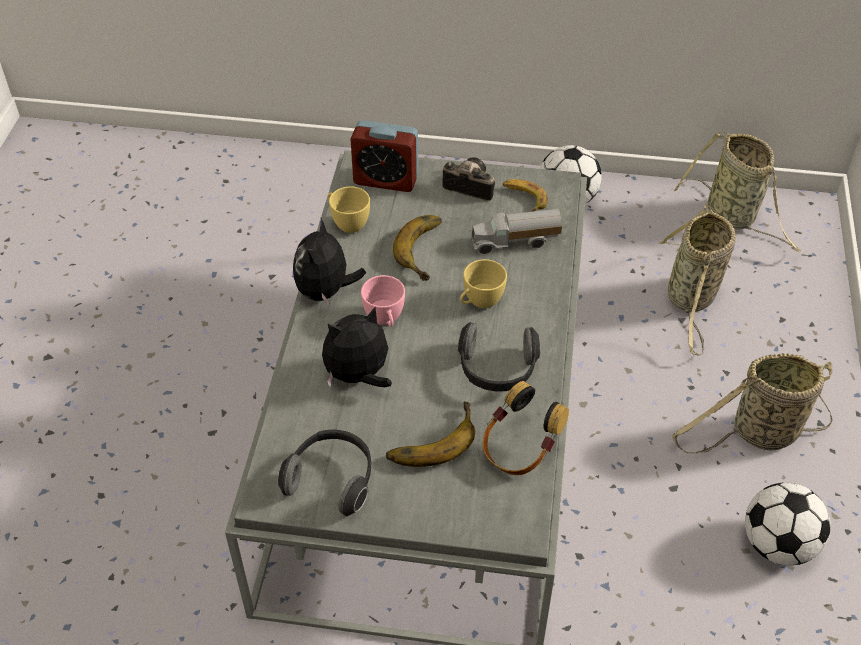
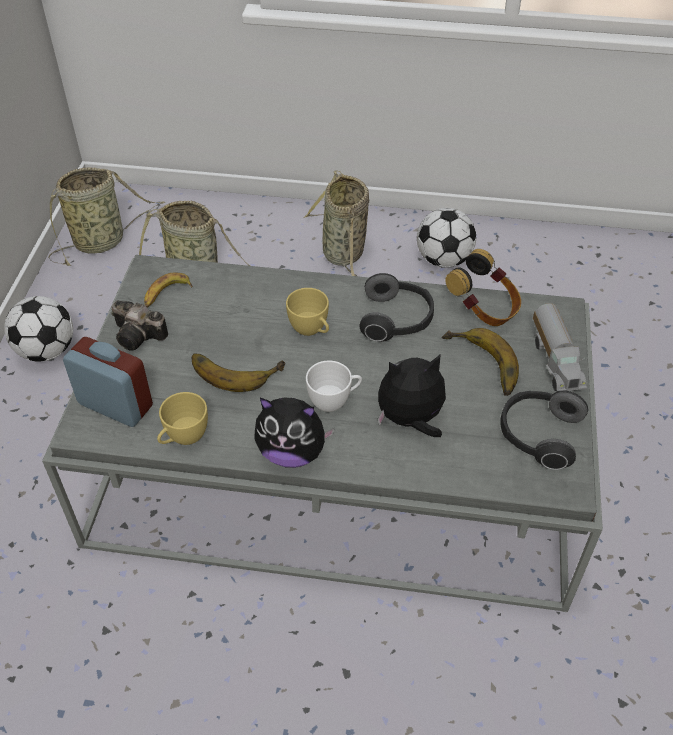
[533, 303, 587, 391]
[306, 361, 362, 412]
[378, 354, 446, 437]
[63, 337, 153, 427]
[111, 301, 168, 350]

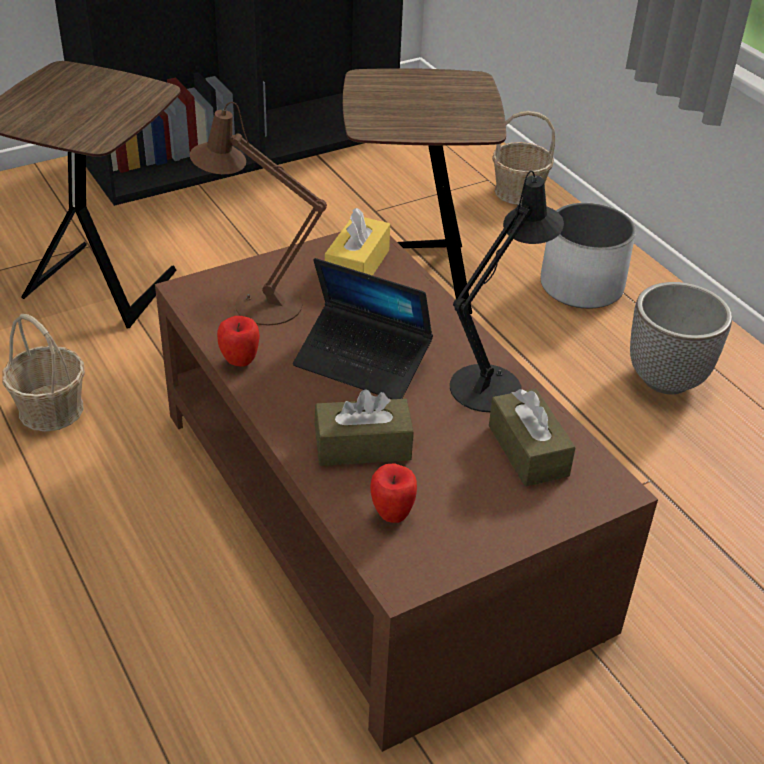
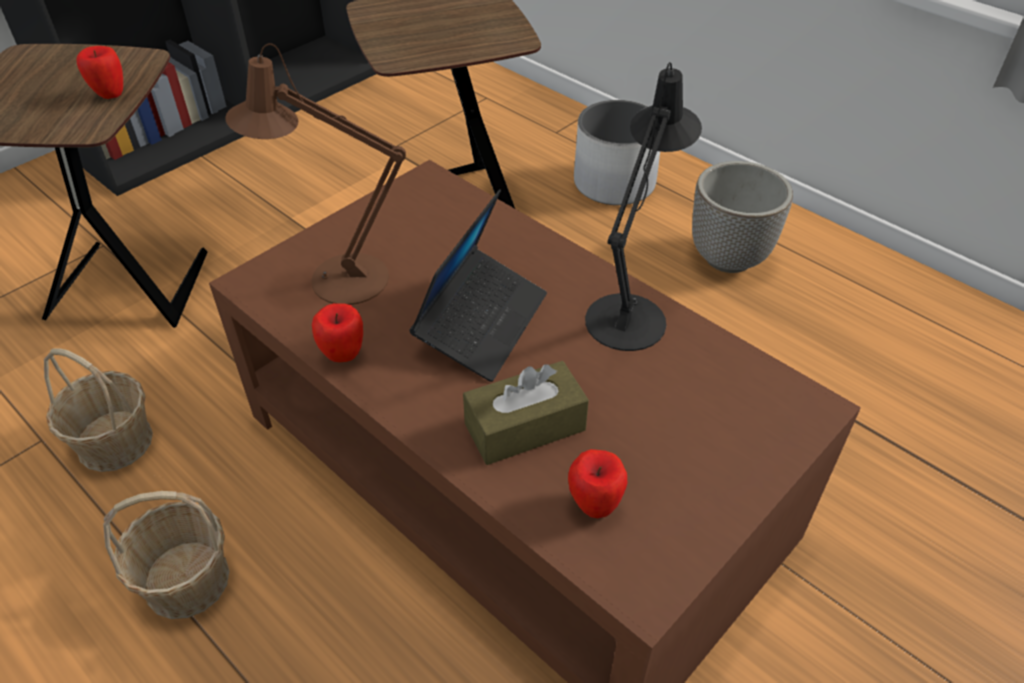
[325, 208, 390, 276] (first image)
[489, 388, 576, 486] (first image)
[77, 46, 123, 99]
[103, 491, 229, 619]
[409, 189, 547, 382]

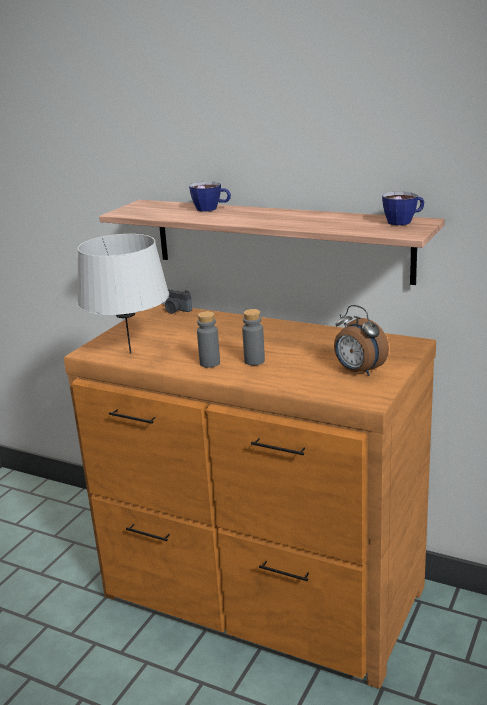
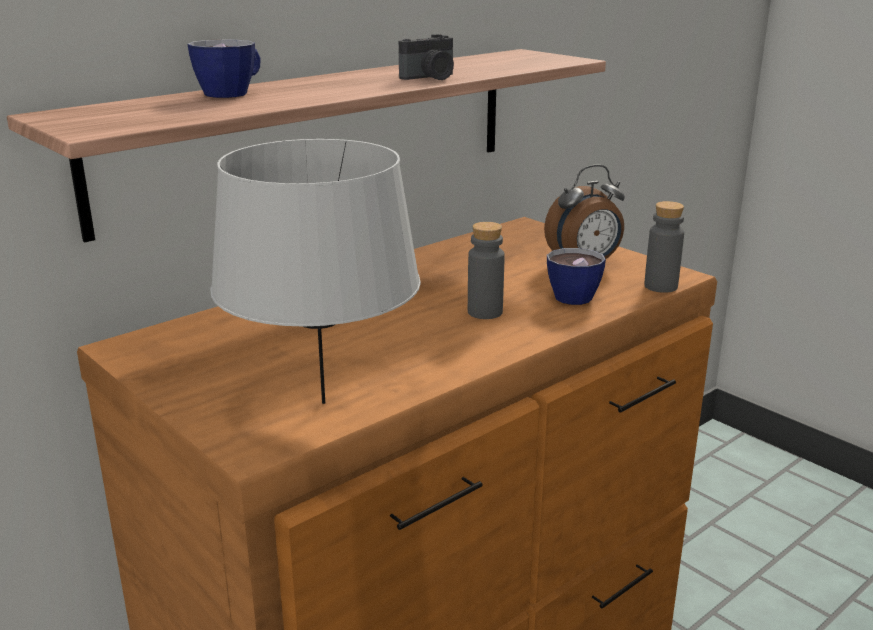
[399, 34, 454, 80]
[644, 201, 684, 293]
[547, 248, 606, 305]

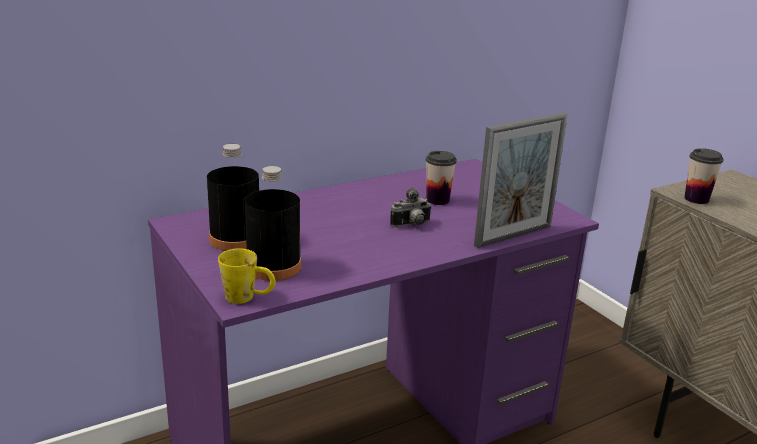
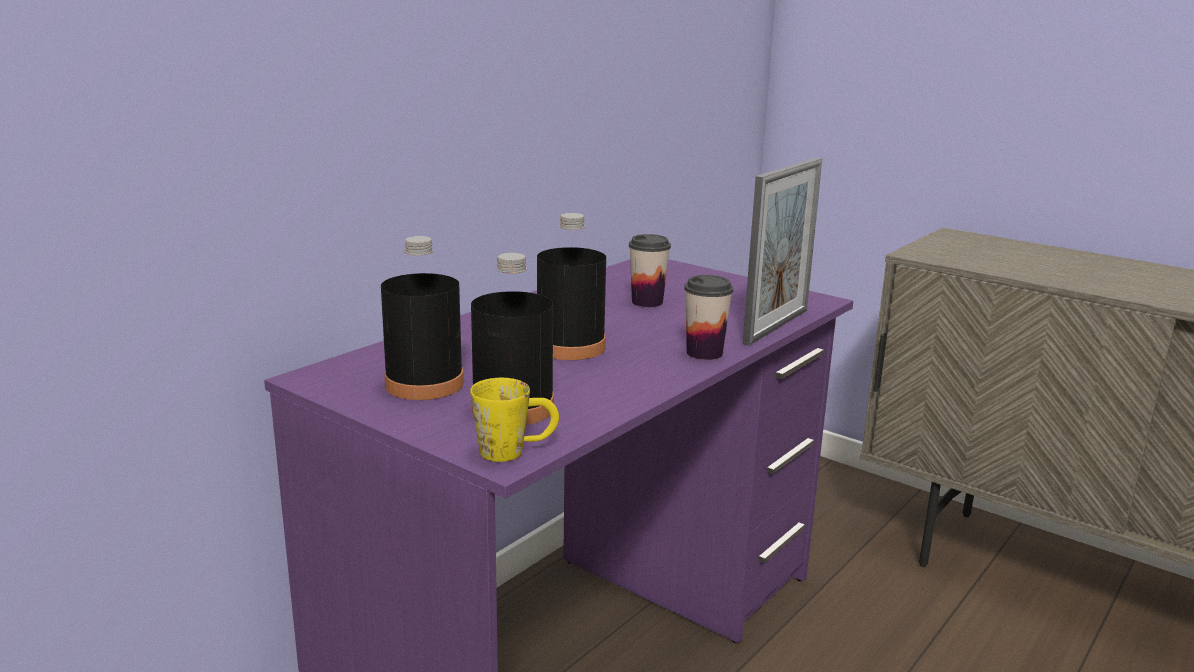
[390, 187, 432, 227] (first image)
[537, 213, 606, 360]
[684, 275, 733, 360]

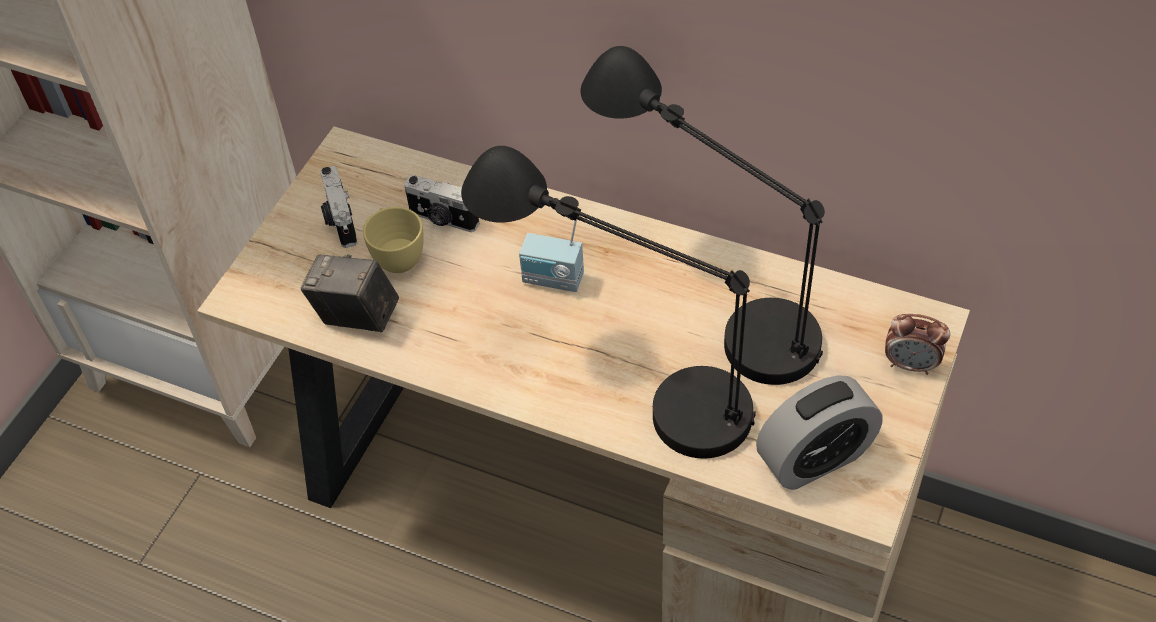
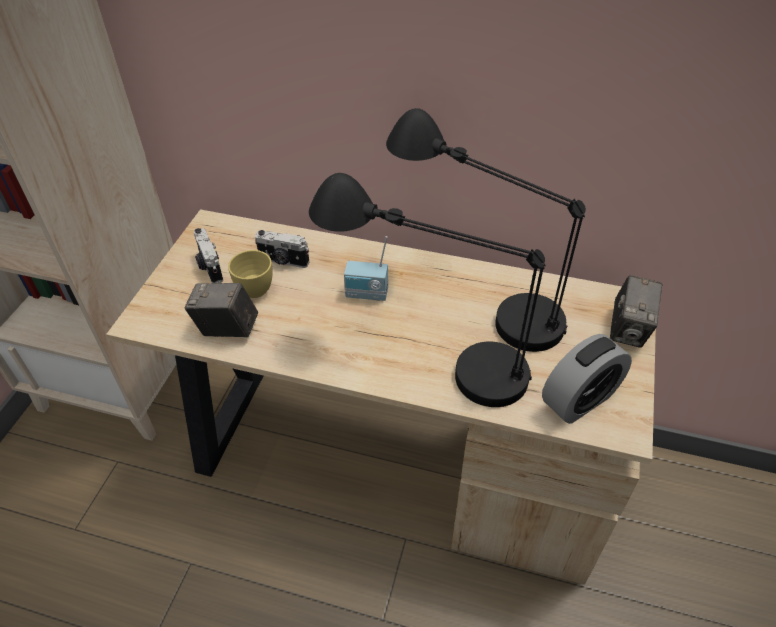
[610, 275, 663, 348]

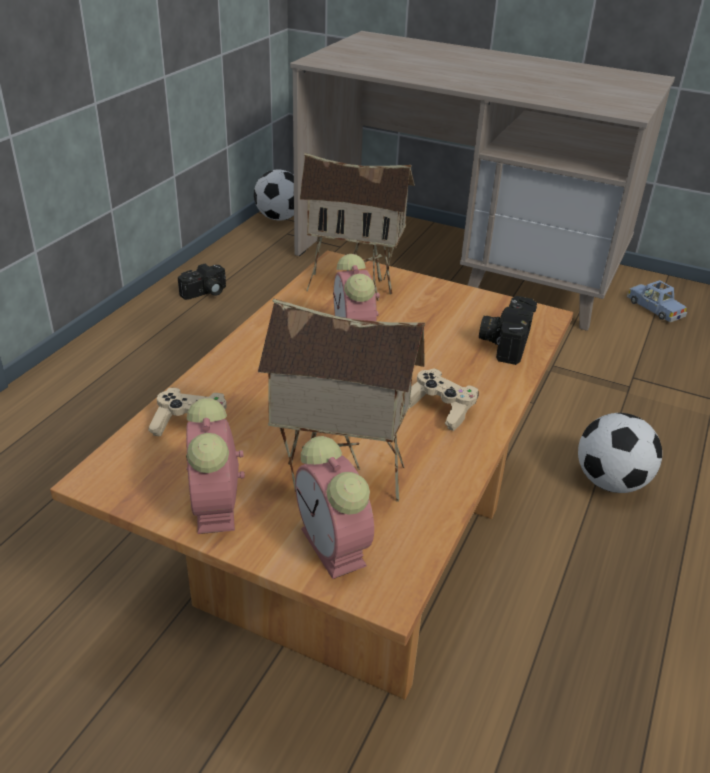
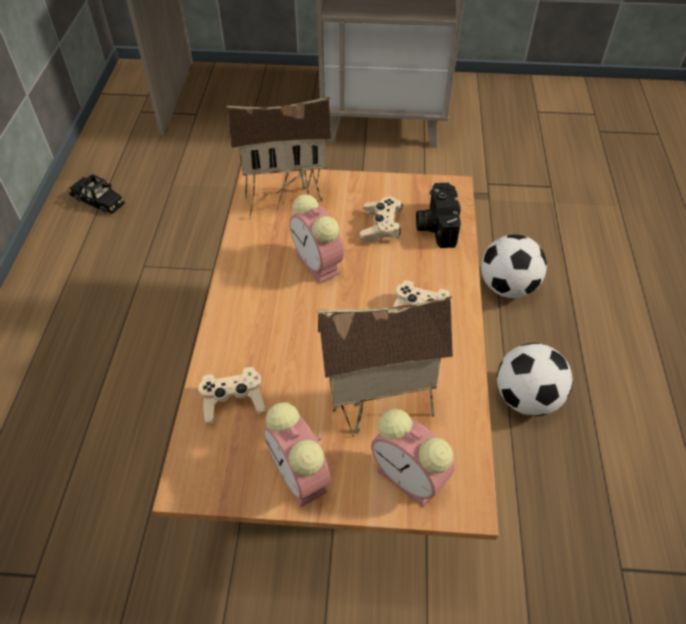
[627, 280, 687, 322] (first image)
[360, 196, 403, 243]
[497, 343, 573, 416]
[69, 174, 125, 214]

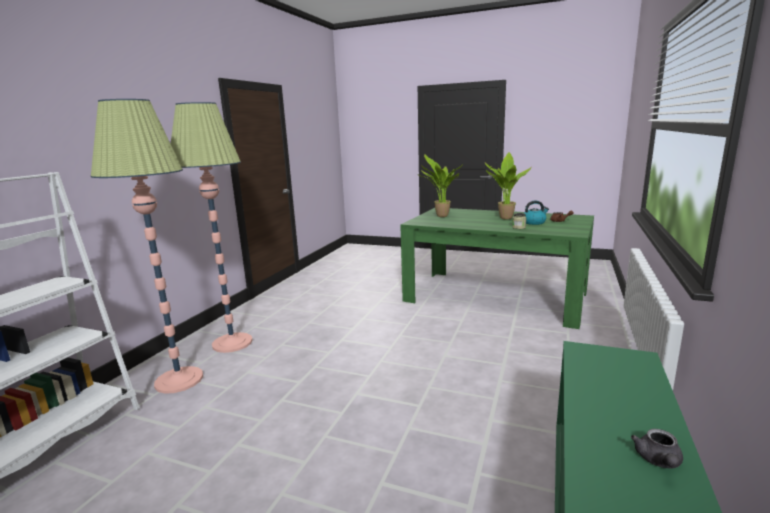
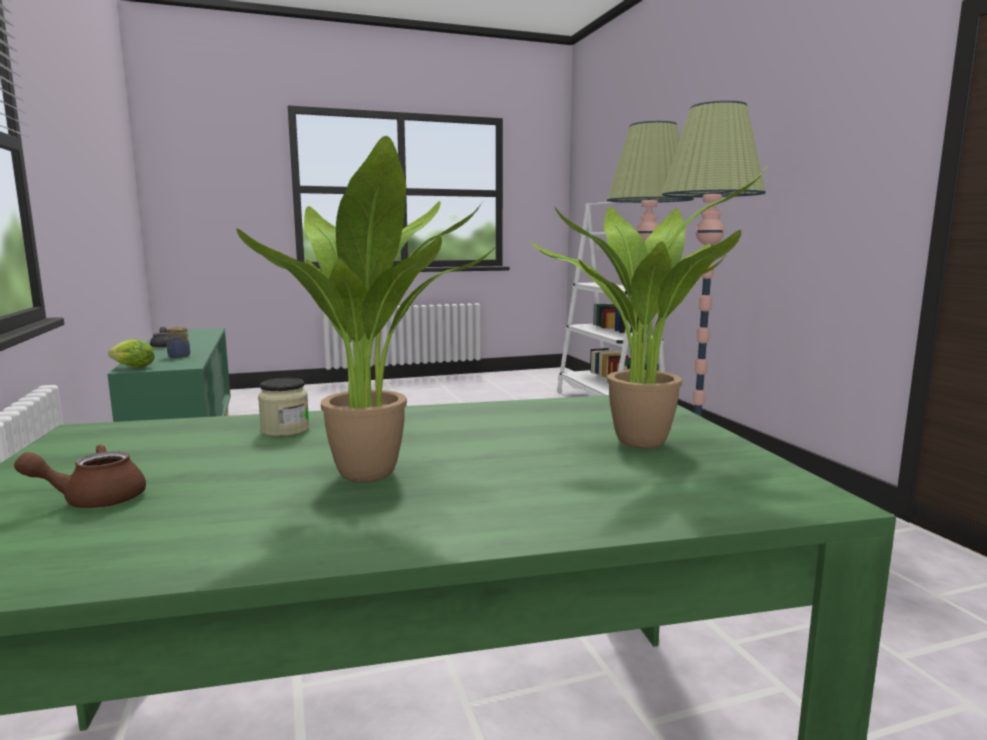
[524, 201, 549, 225] (first image)
[108, 340, 155, 368]
[166, 327, 190, 358]

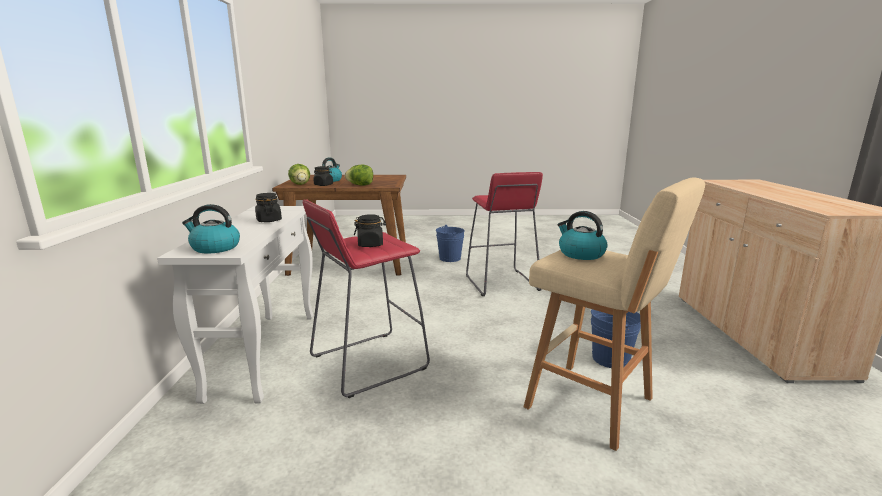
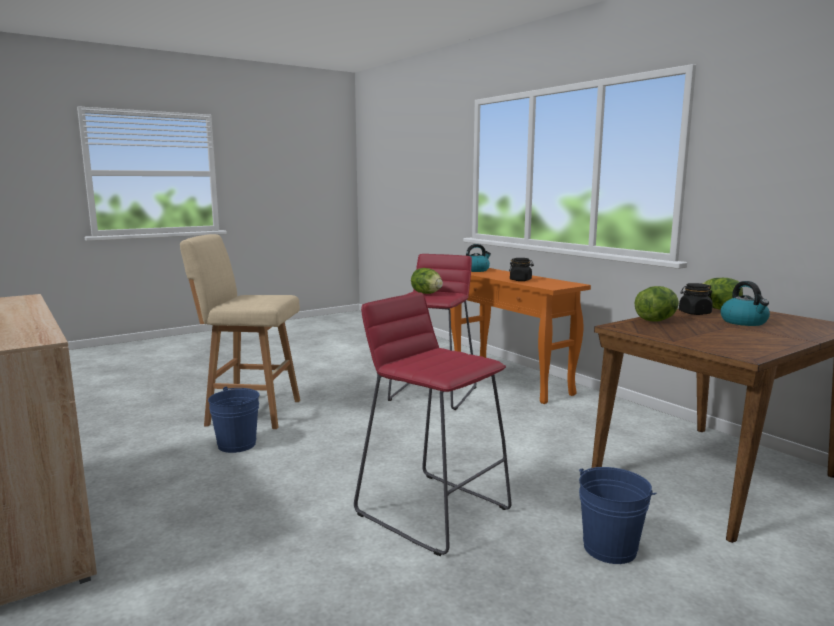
[557, 211, 608, 260] (first image)
[411, 268, 443, 294]
[450, 268, 591, 404]

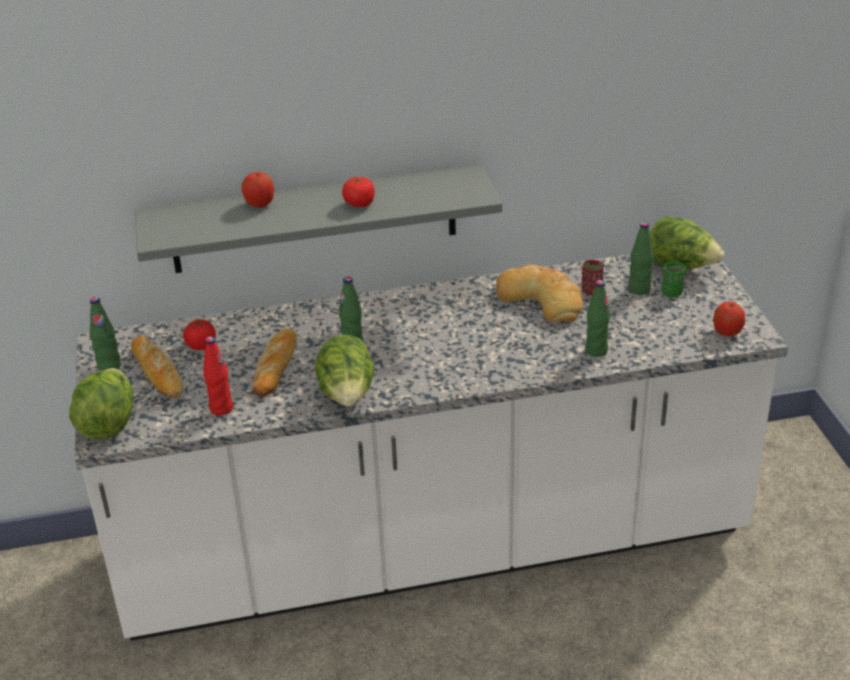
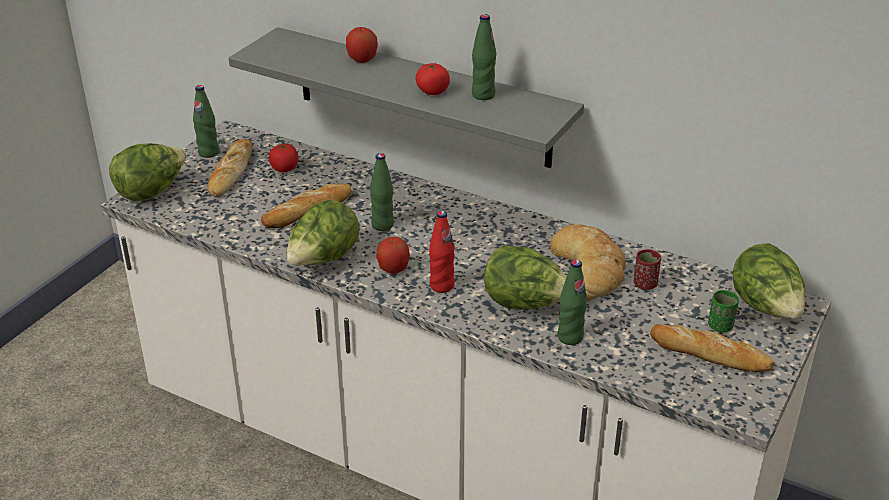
[484, 245, 567, 309]
[650, 324, 775, 372]
[429, 211, 455, 293]
[472, 14, 496, 100]
[376, 237, 410, 274]

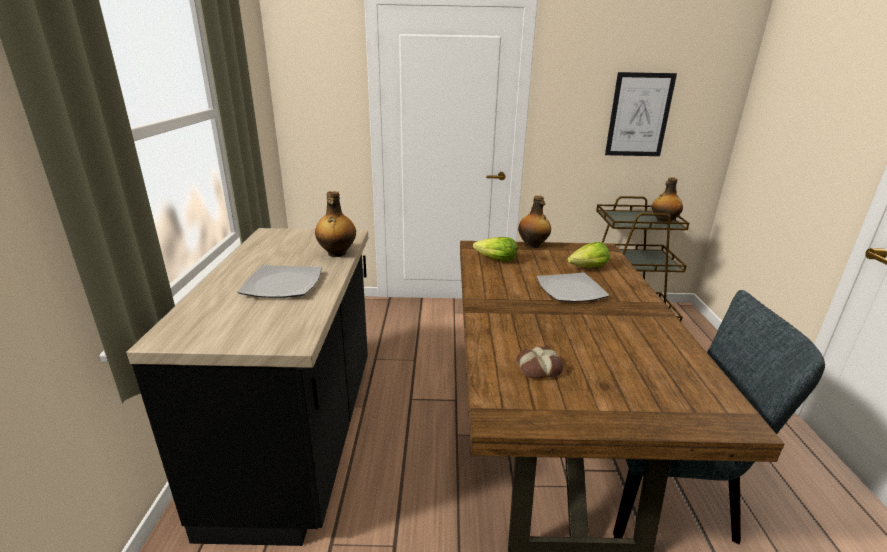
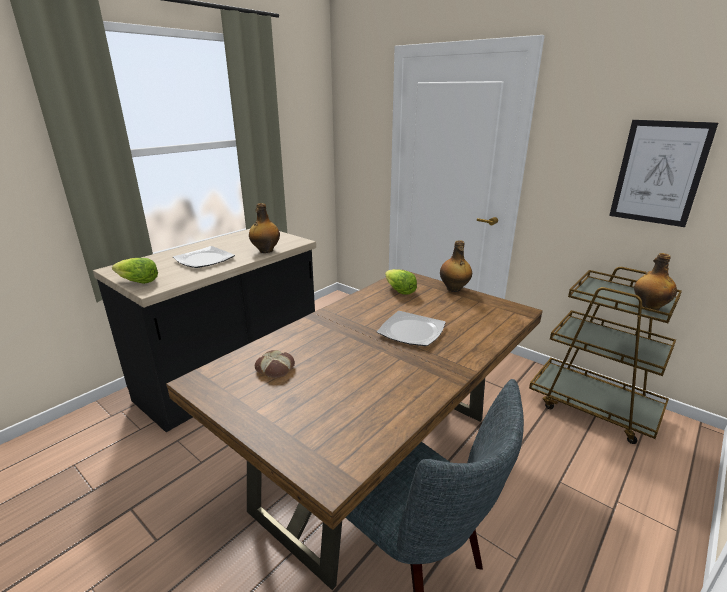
[112, 258, 158, 284]

